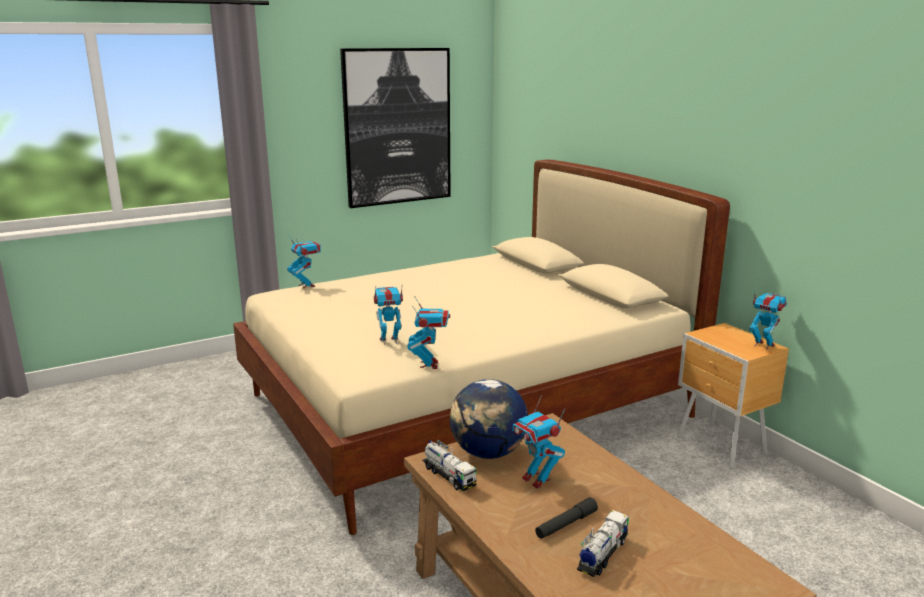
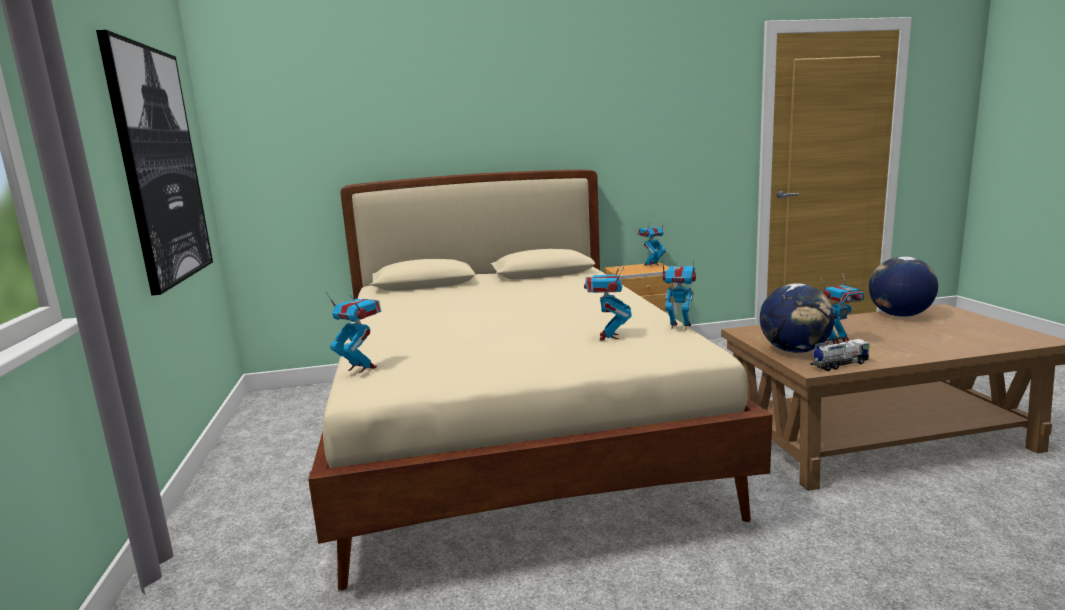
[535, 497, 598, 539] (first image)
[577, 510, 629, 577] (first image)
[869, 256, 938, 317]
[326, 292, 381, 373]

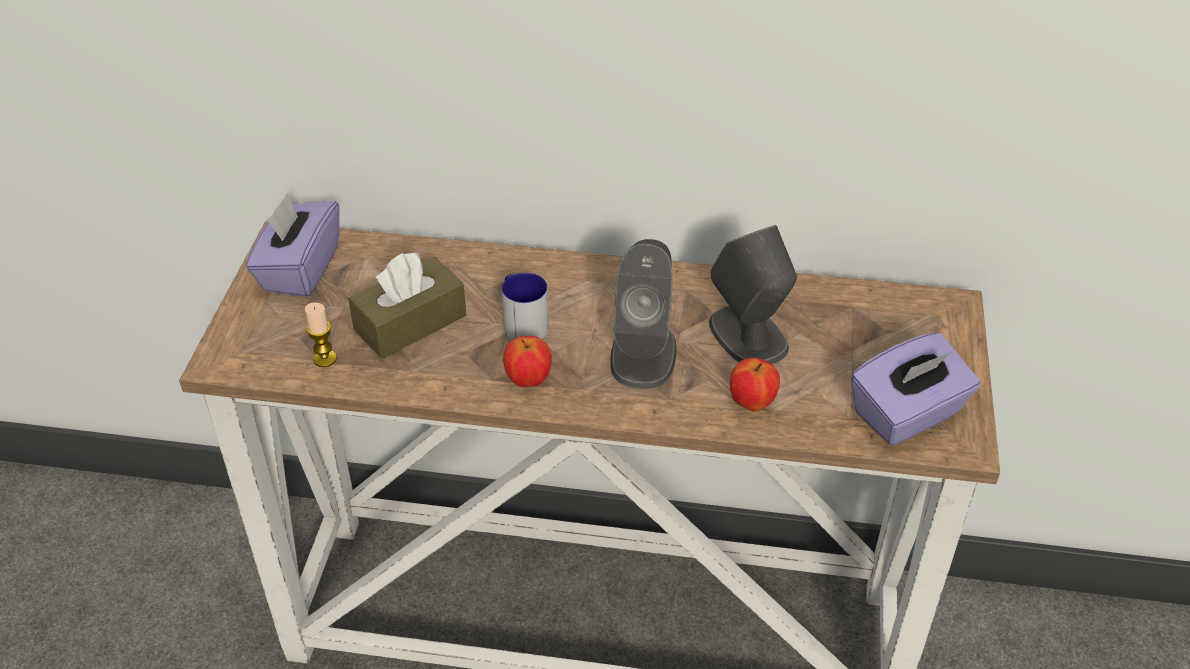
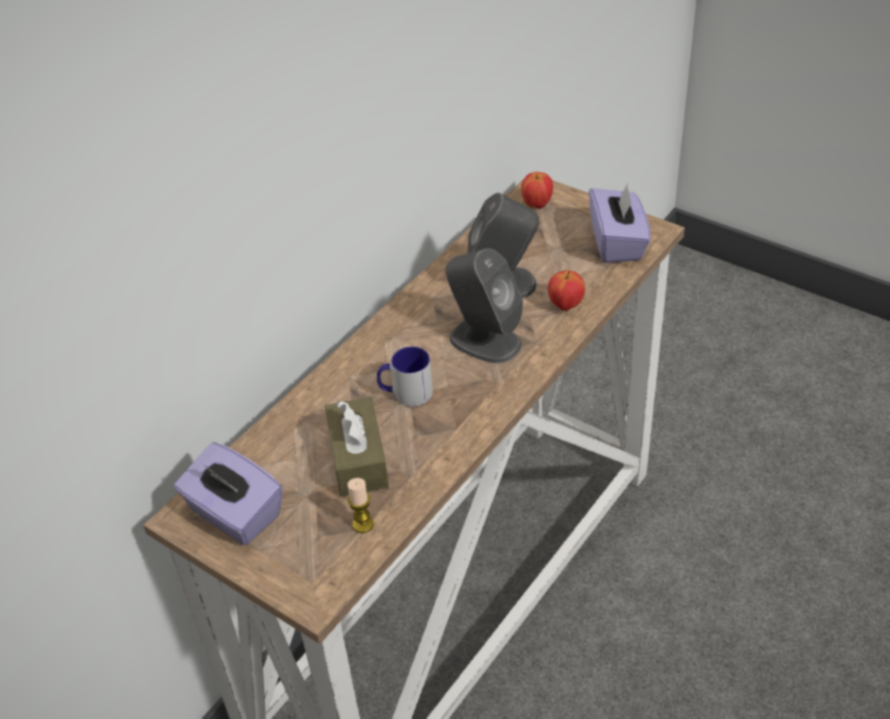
[521, 172, 553, 209]

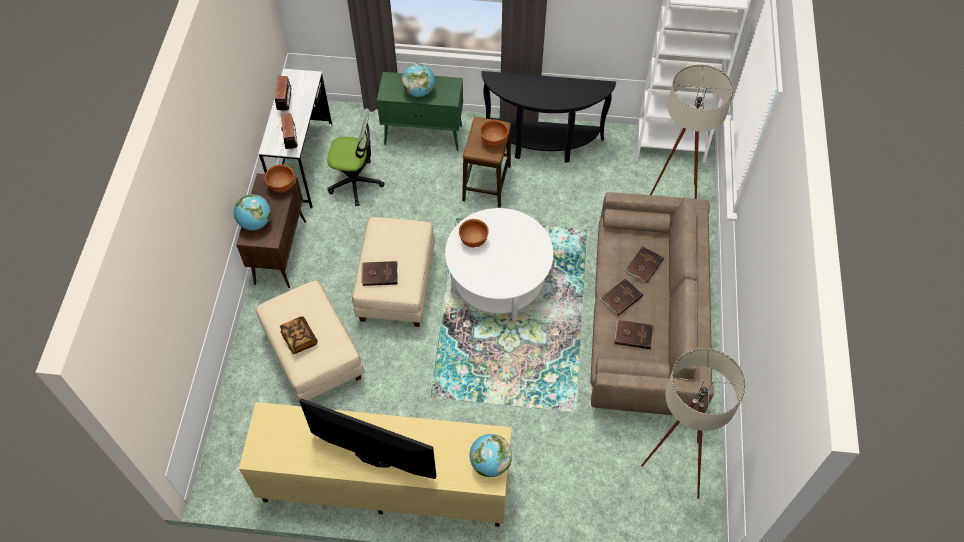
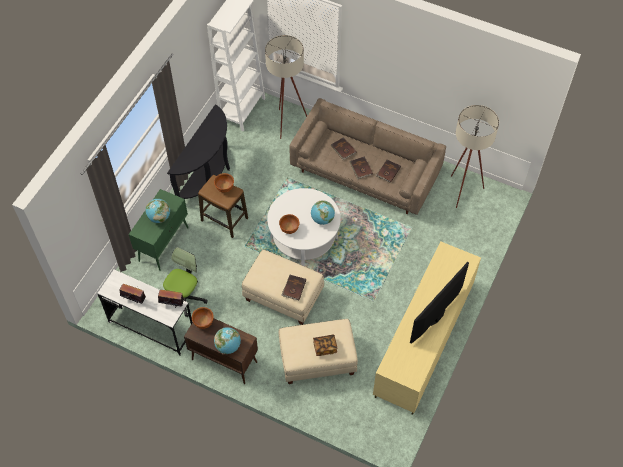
[311, 200, 335, 225]

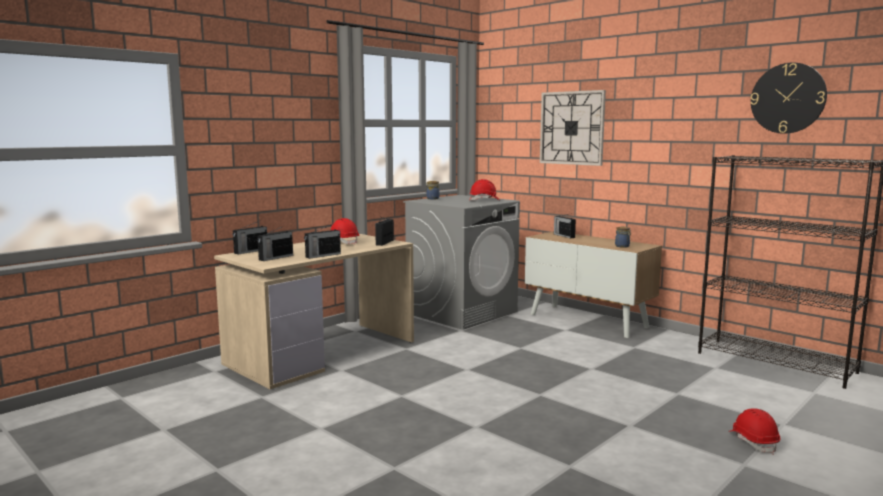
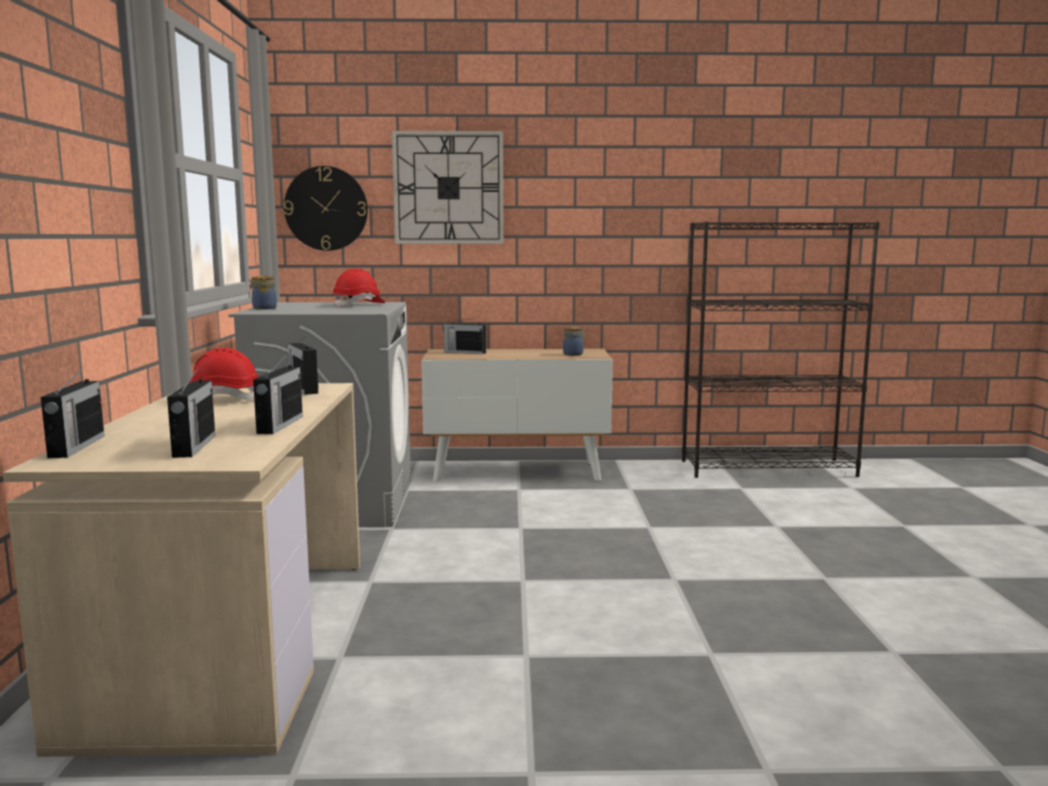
[730, 409, 780, 455] (first image)
[284, 166, 368, 251]

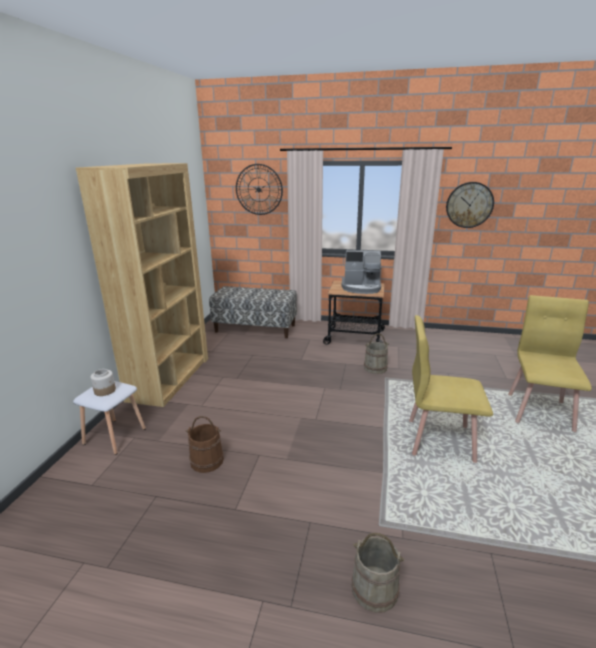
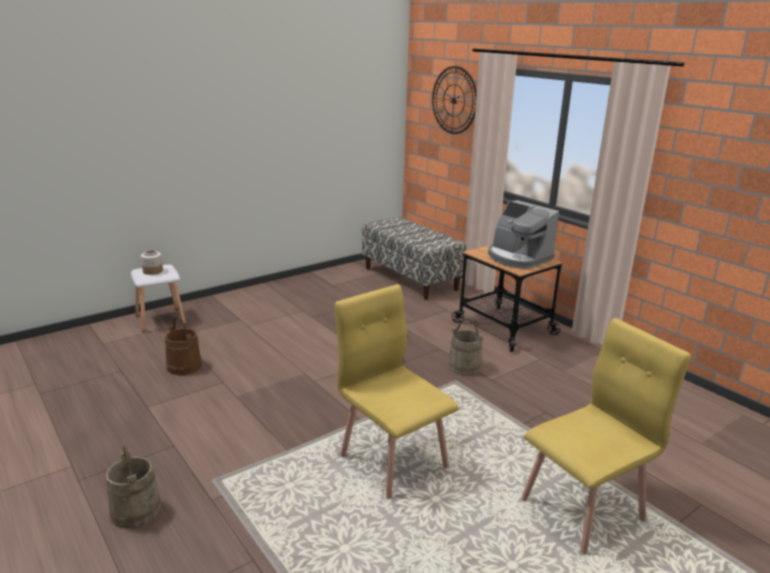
[76, 163, 208, 407] (first image)
[446, 182, 494, 228] (first image)

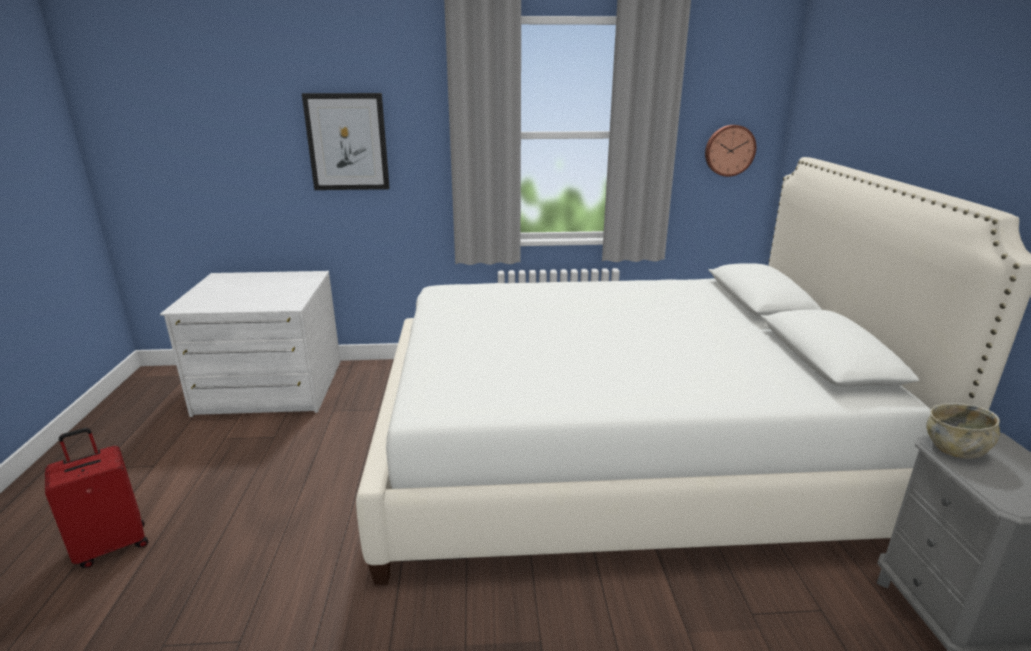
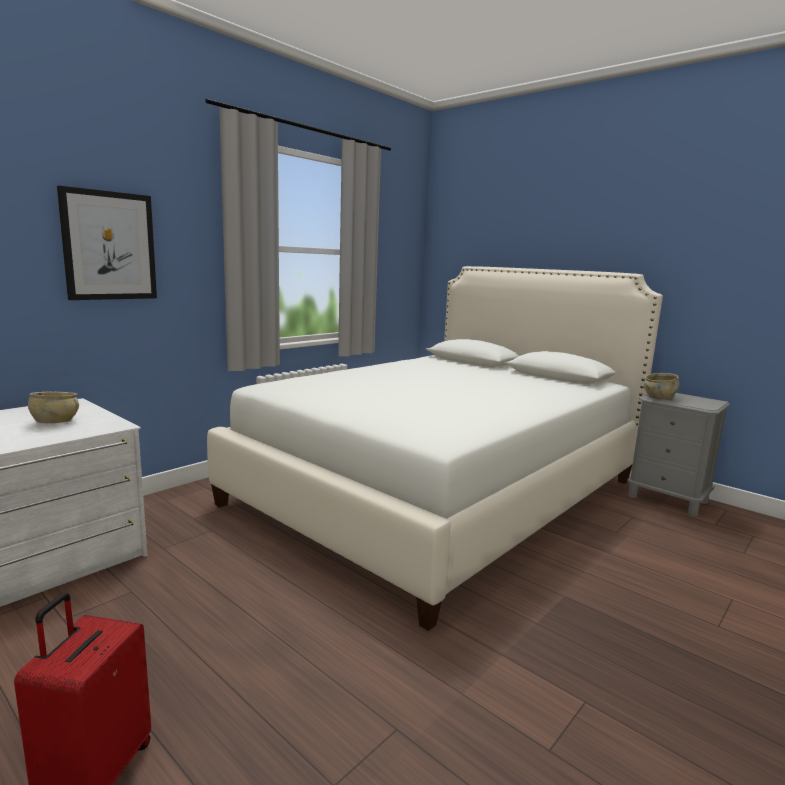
[705, 125, 756, 177] (first image)
[28, 392, 79, 423]

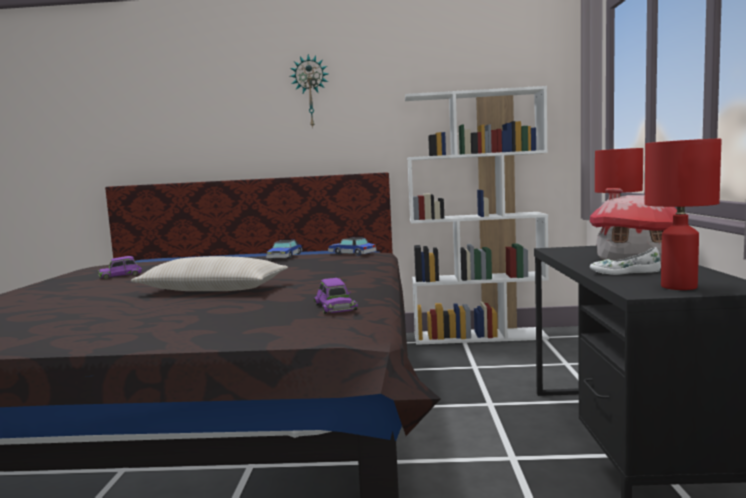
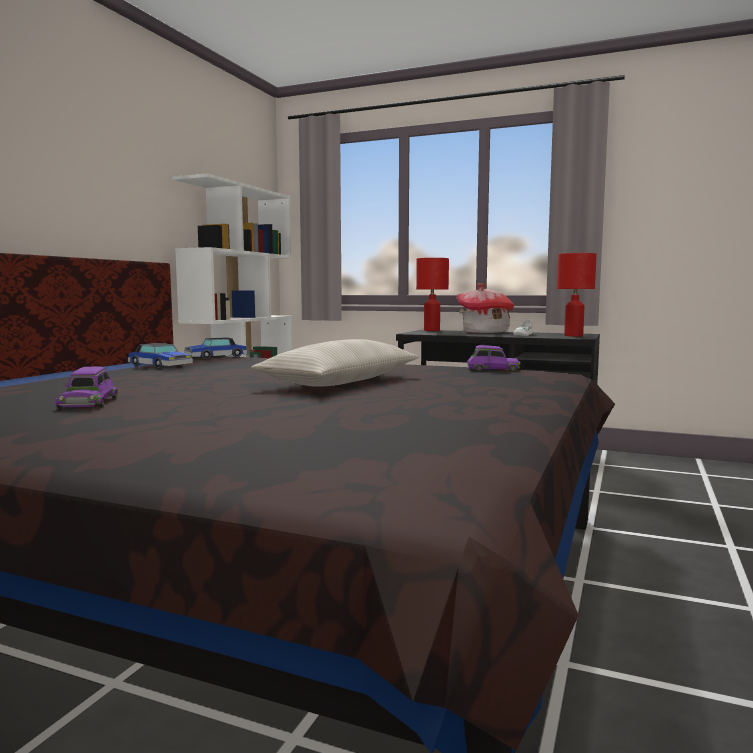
[290, 54, 329, 129] (first image)

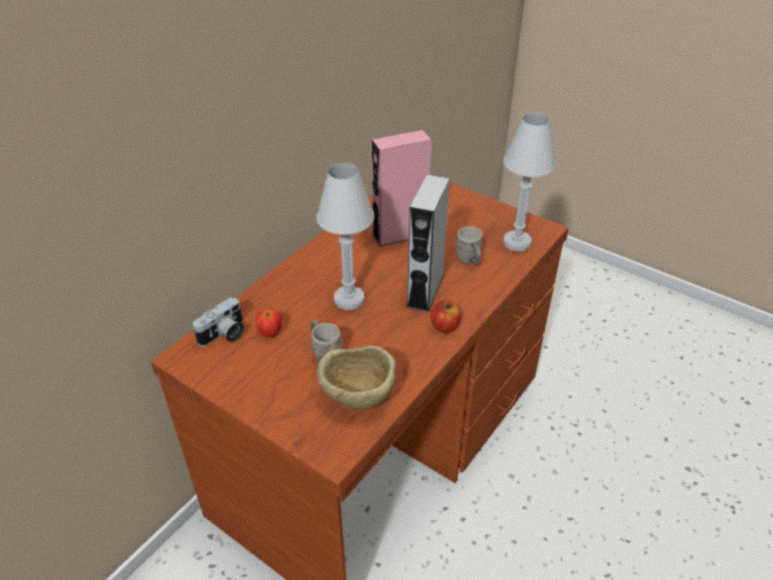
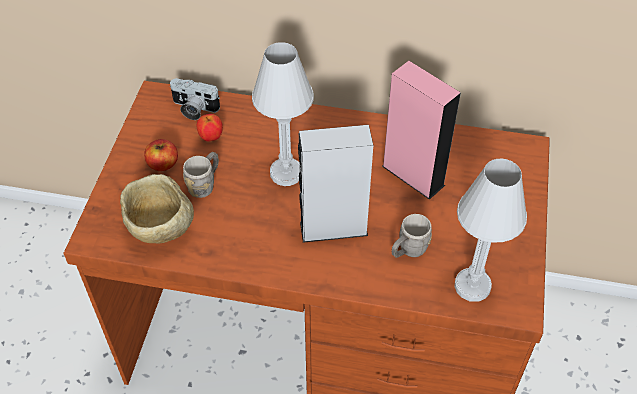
[144, 139, 178, 171]

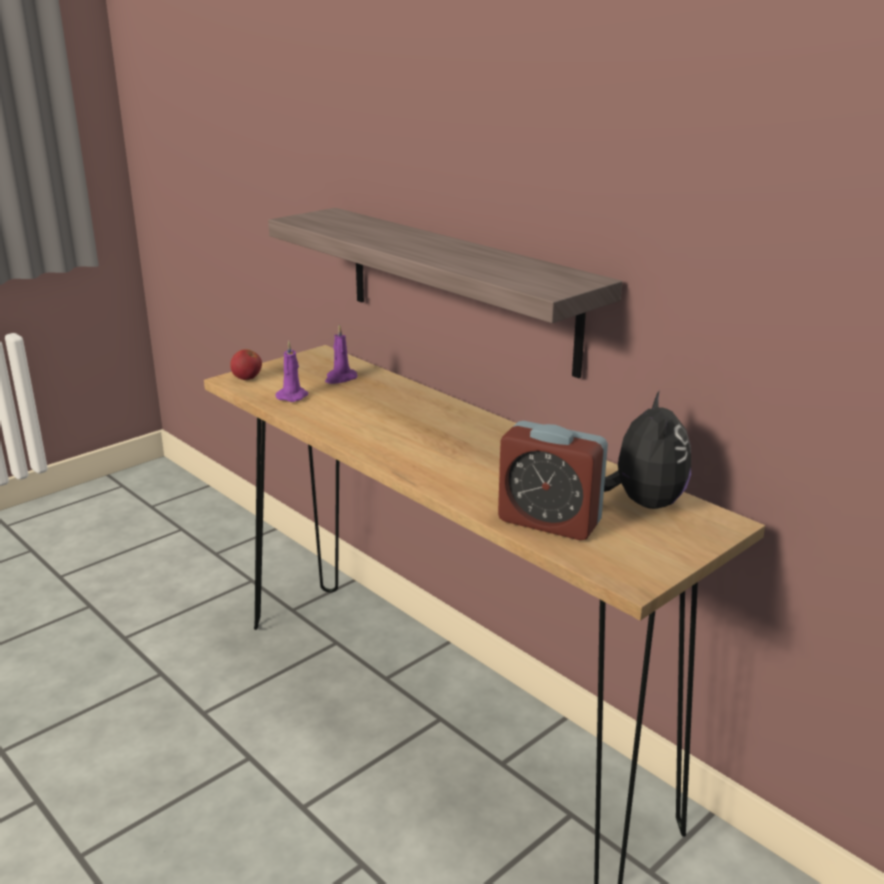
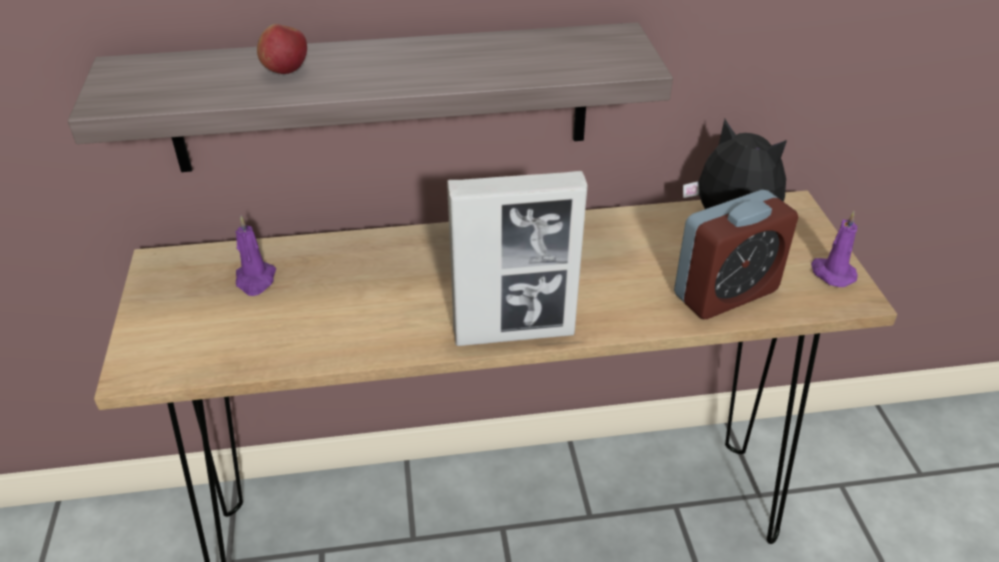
[447, 171, 588, 346]
[257, 24, 307, 74]
[811, 211, 858, 287]

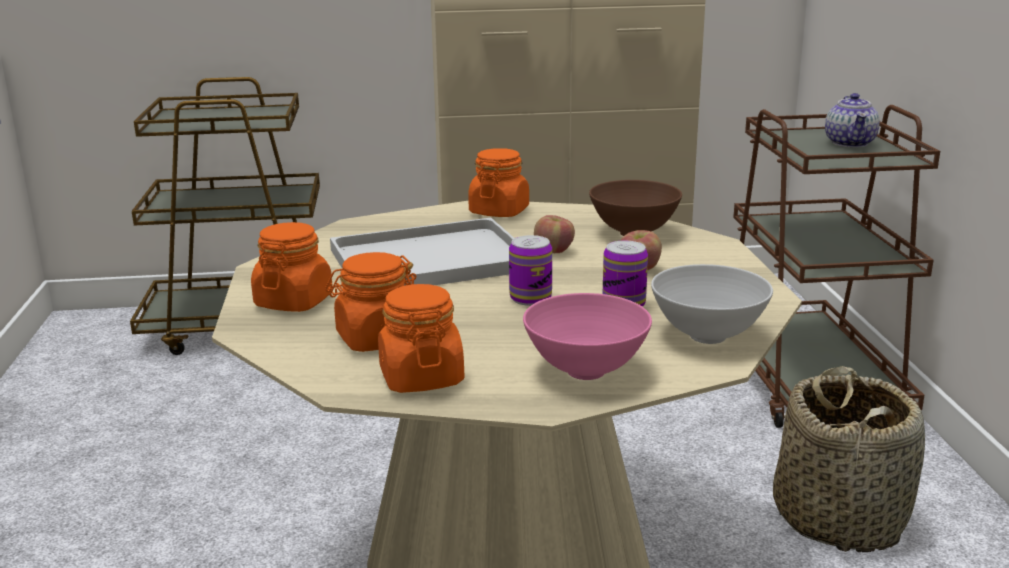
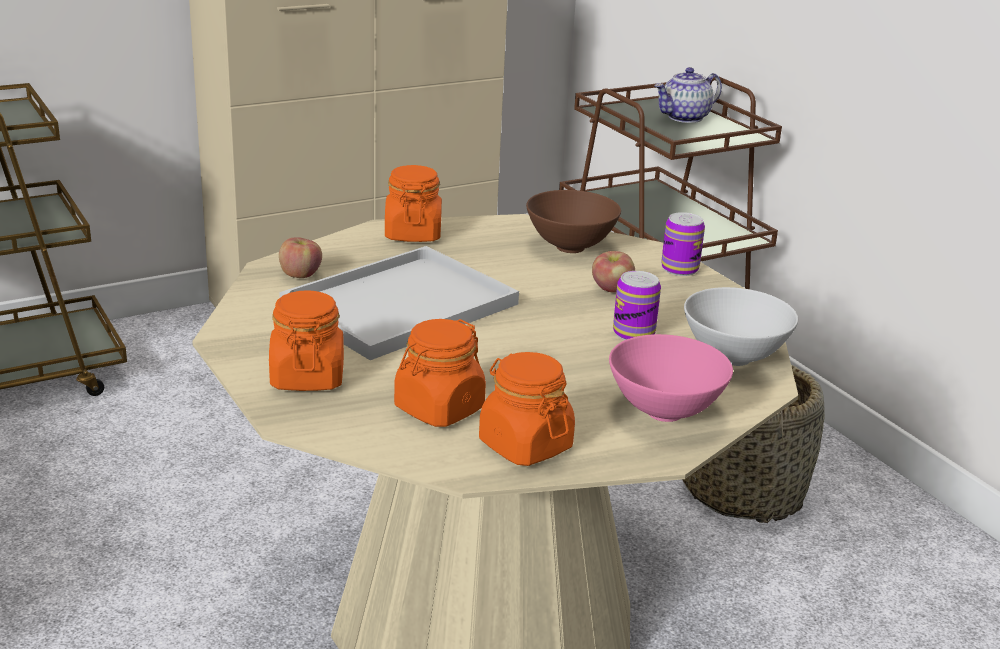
[661, 212, 705, 276]
[279, 237, 322, 278]
[654, 67, 722, 123]

